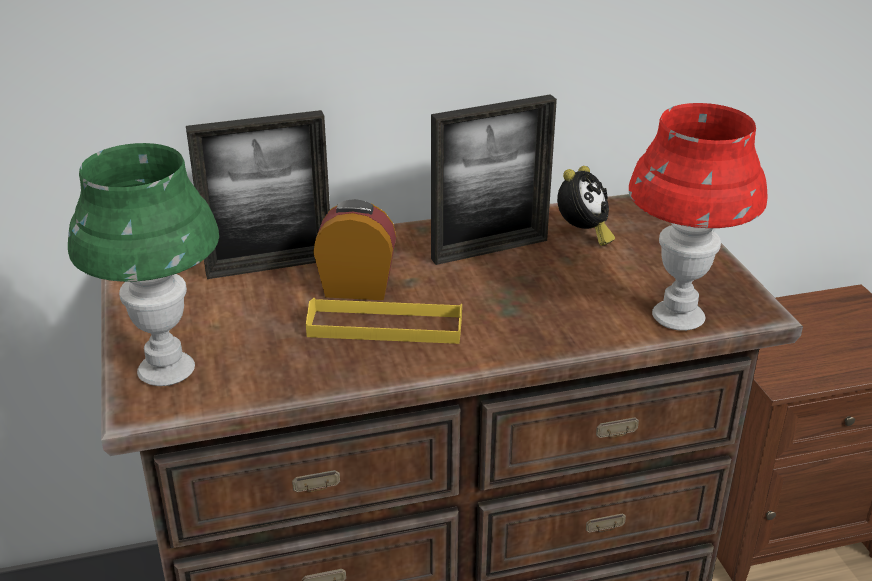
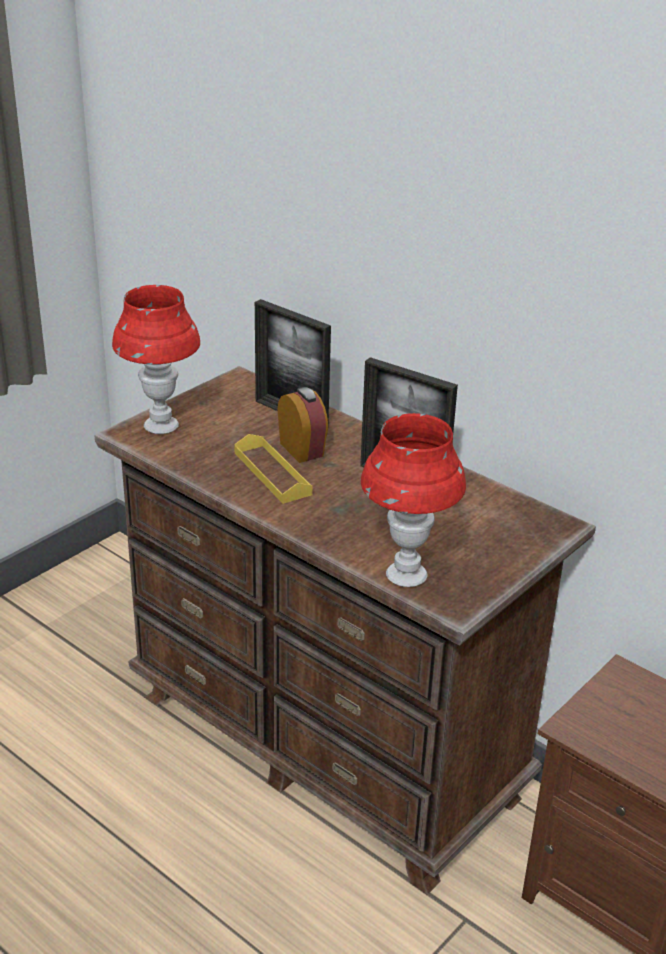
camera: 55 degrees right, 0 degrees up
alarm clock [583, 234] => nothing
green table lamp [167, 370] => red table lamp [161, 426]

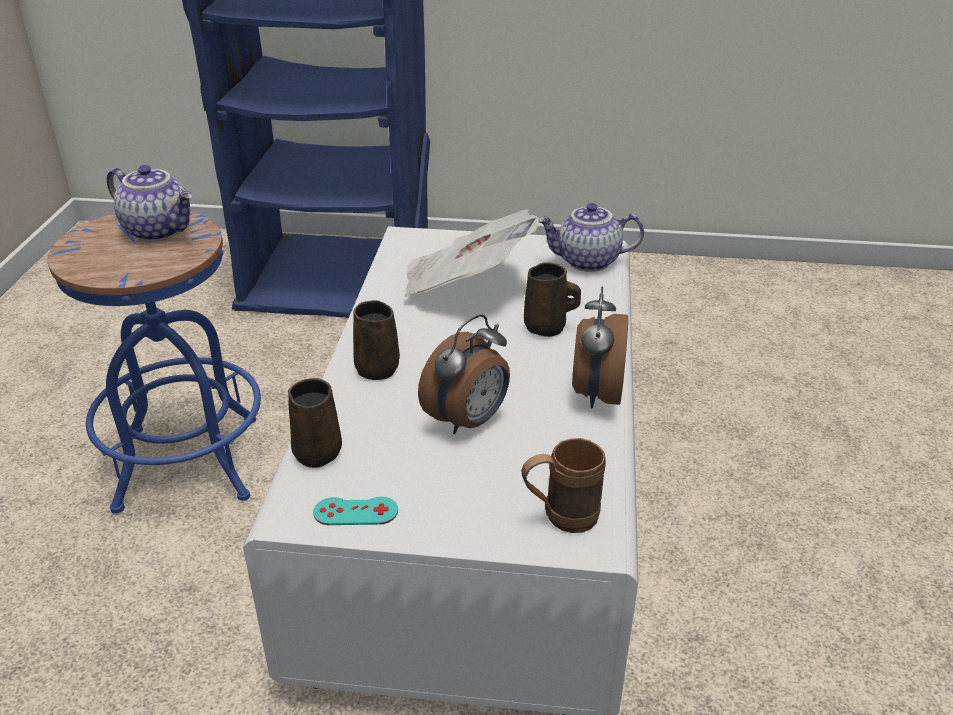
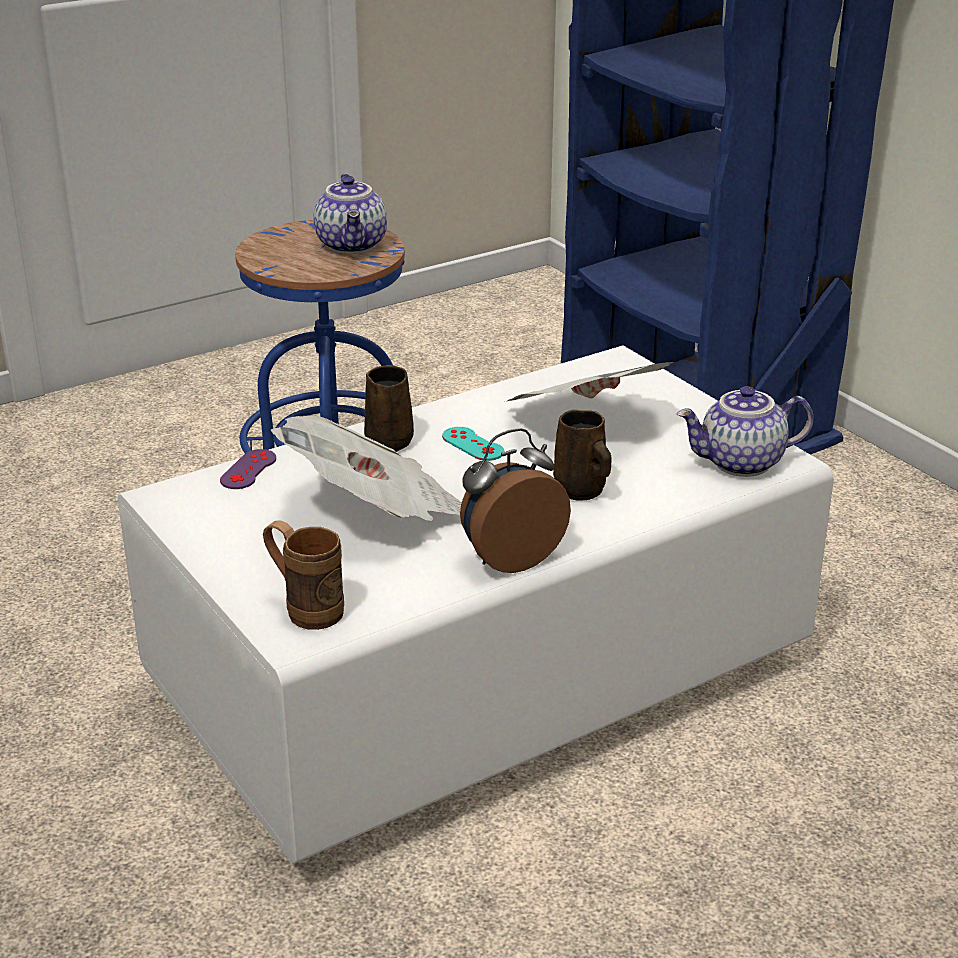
camera: 50 degrees right, 5 degrees down
turquoise game controller [355, 511] => turquoise game controller [473, 444], shifted
brown mug [319, 451] => purple game controller [248, 470]
alarm clock [469, 421] => newspaper [377, 514]
teapot [587, 262] => teapot [741, 464], 60 degrees counterclockwise

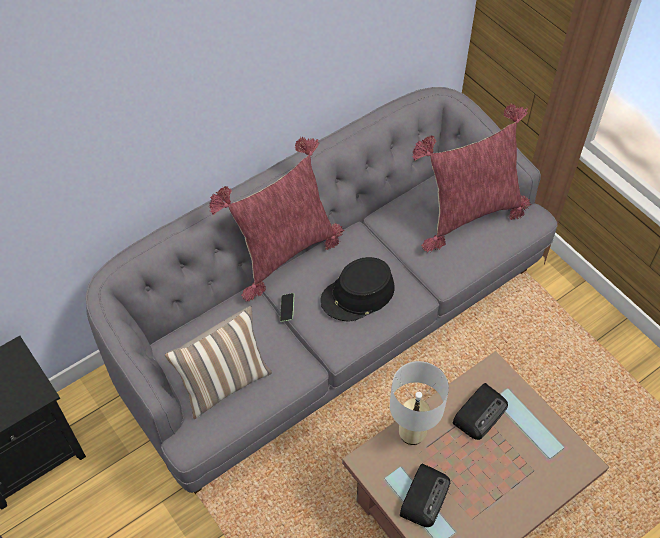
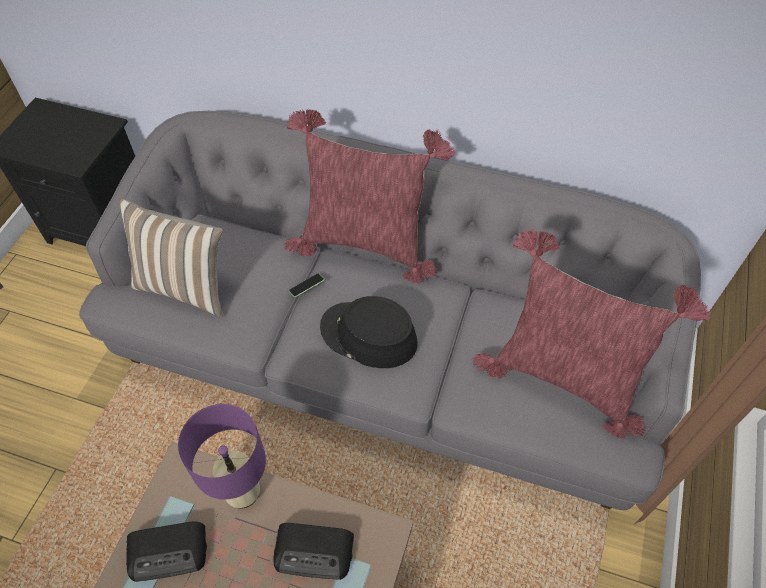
camera: 55 degrees right, 0 degrees up
white table lamp [412, 432] => purple table lamp [244, 492]

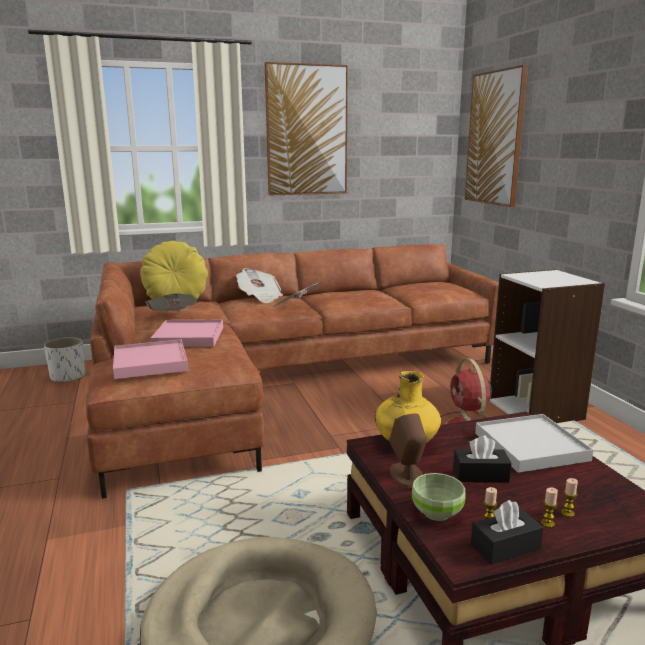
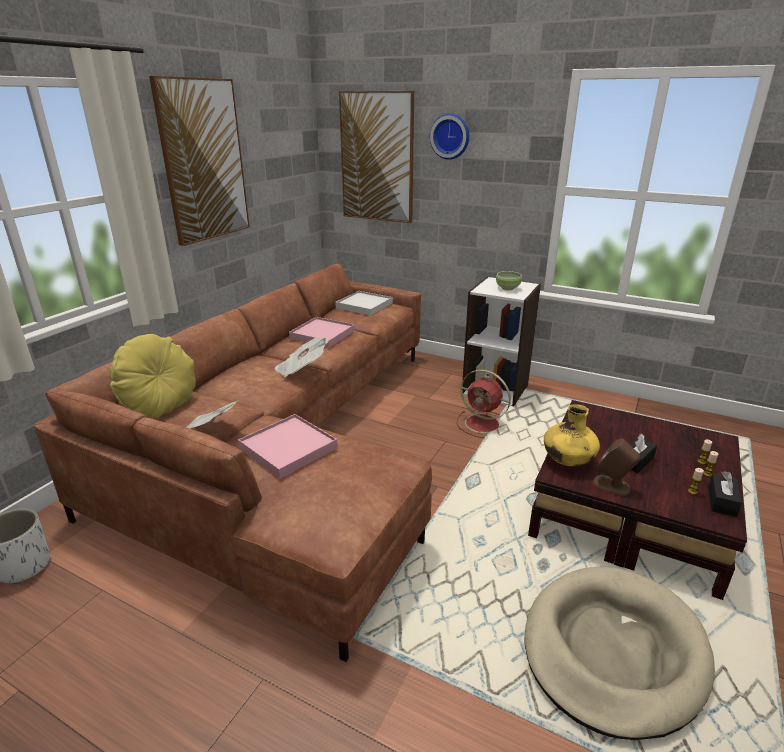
camera: 45 degrees left, 10 degrees up
newspaper [260, 297] => nothing
nothing => wall clock [450, 136]
pink tray [150, 363] => pink tray [322, 335], shifted
green bowl [438, 513] => green bowl [508, 288], shifted
white tray [530, 446] => white tray [364, 305], shifted

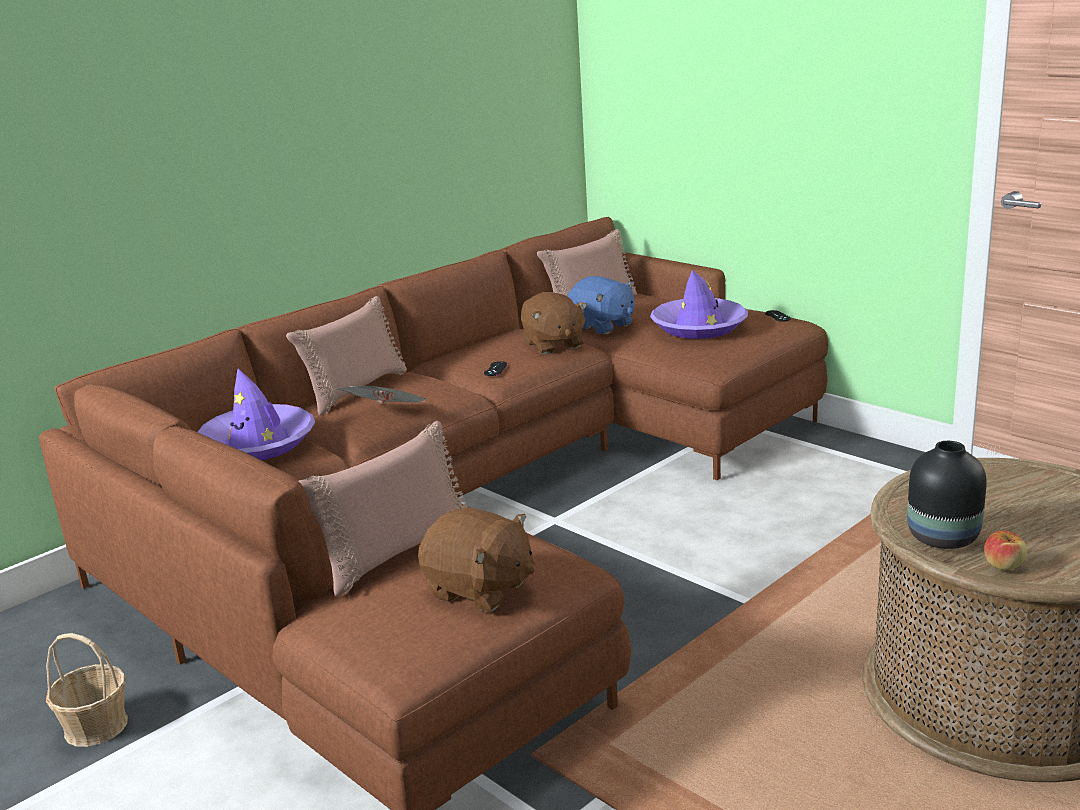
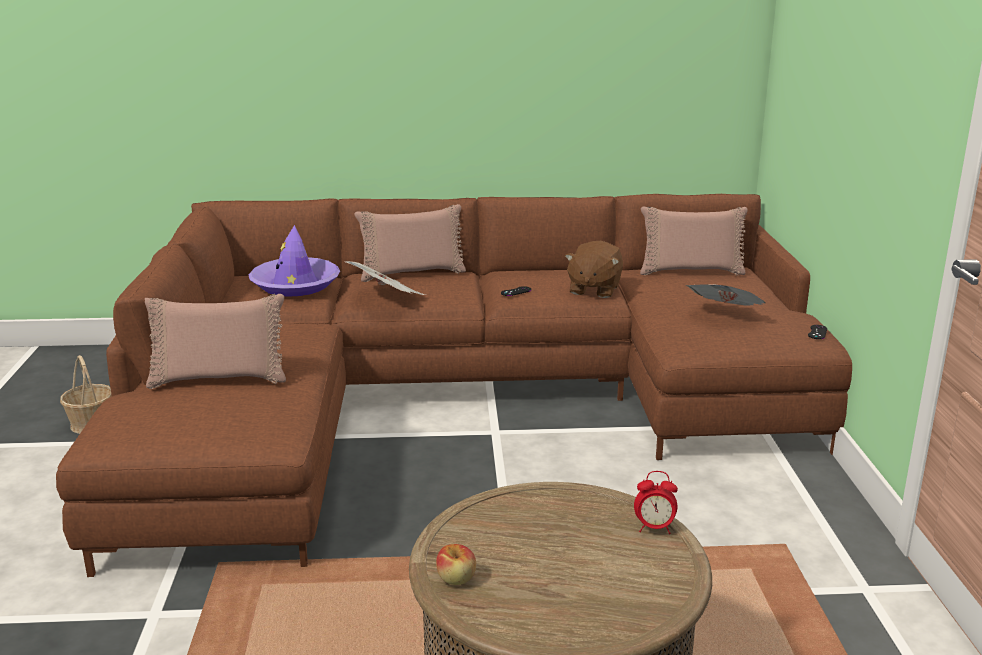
camera: 40 degrees right, 0 degrees up
brown plush toy [480, 589] => nothing
blue plush toy [602, 326] => nothing
black vase [943, 538] => nothing
nothing => alarm clock [654, 528]
purple hat [699, 327] => newspaper [725, 316]

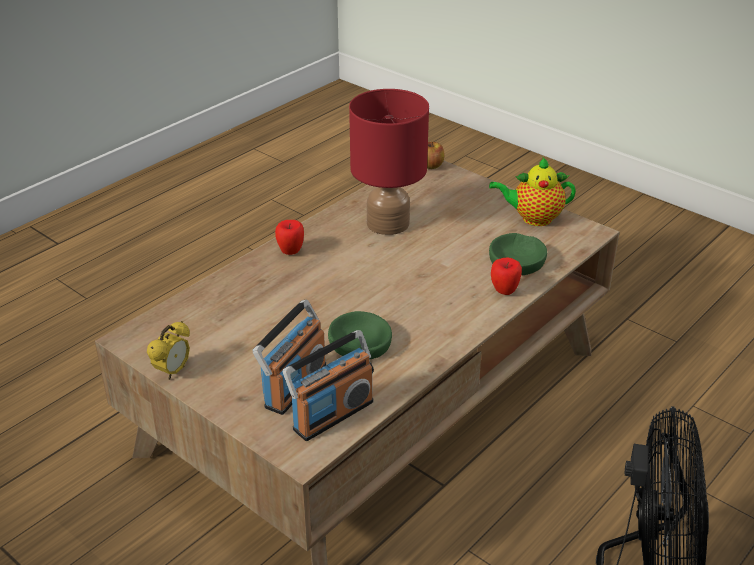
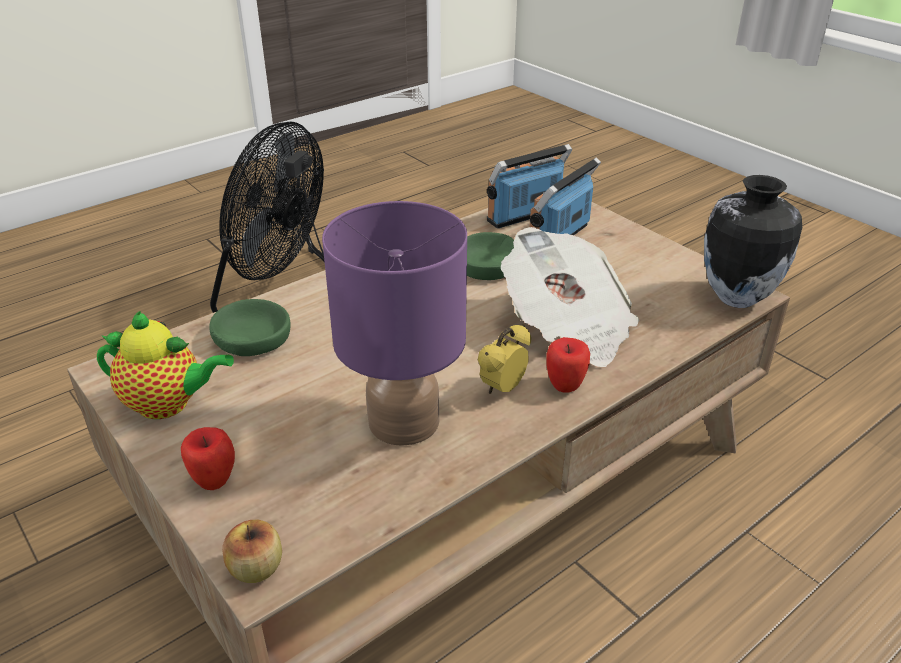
camera: 170 degrees left, 0 degrees up
nothing => newspaper [568, 326]
nothing => vase [735, 298]
alarm clock [173, 371] => alarm clock [502, 389], shifted
apple [504, 292] => apple [214, 481], shifted
red table lamp [387, 223] => purple table lamp [404, 422]

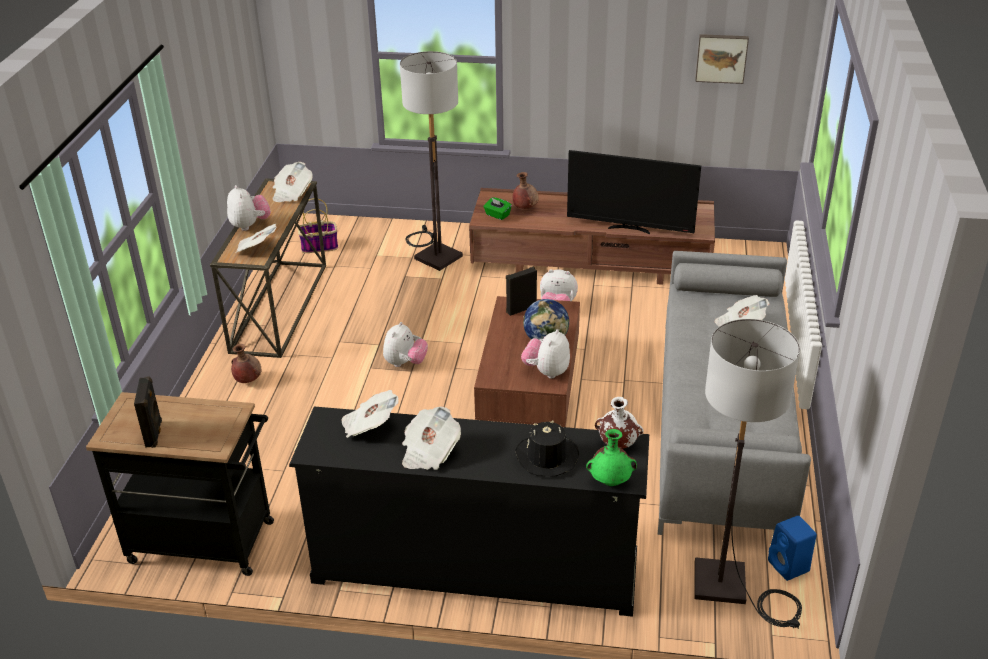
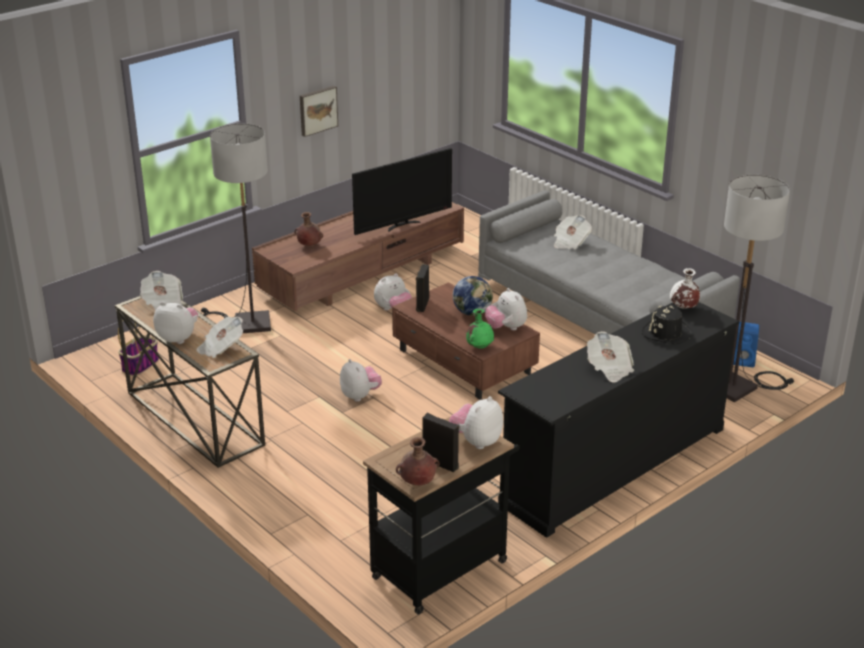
camera: 50 degrees left, 5 degrees down
newspaper [369, 426] => nothing
green tissue box [497, 215] => nothing
nothing => plush toy [476, 441]
brown vase [247, 380] => brown vase [417, 482], shifted
green vase [611, 481] => green vase [480, 347], shifted
picture [721, 58] => picture [317, 110], shifted

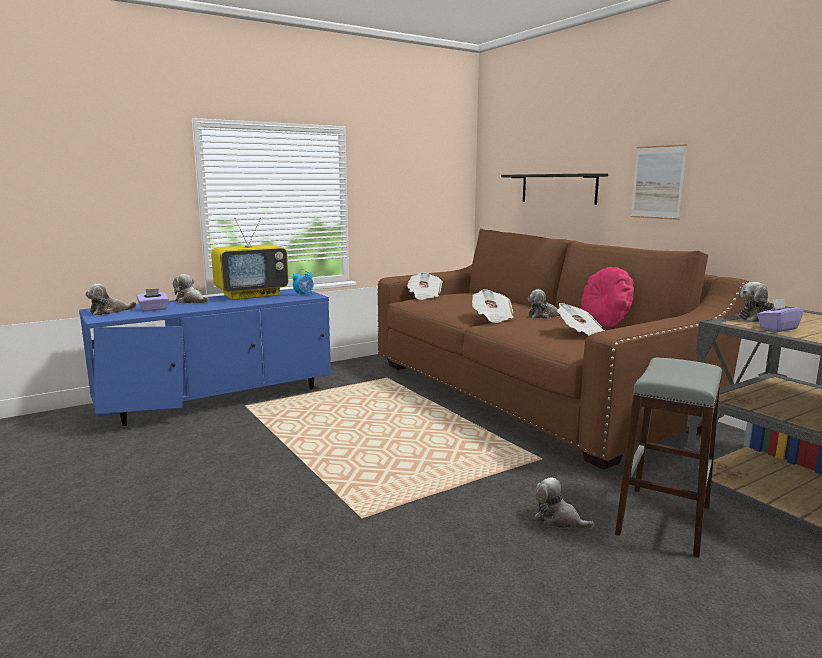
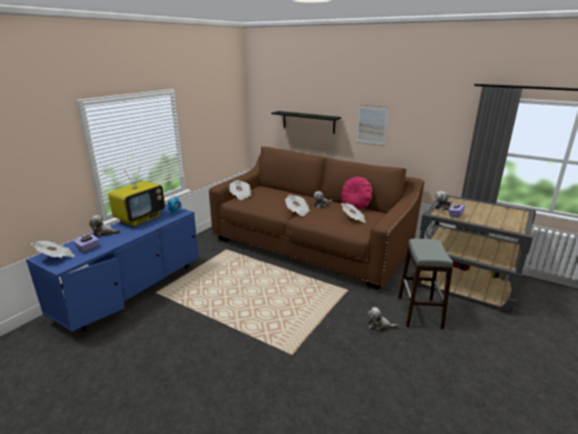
camera: 25 degrees left, 10 degrees up
plush toy [109, 312] => newspaper [56, 257]

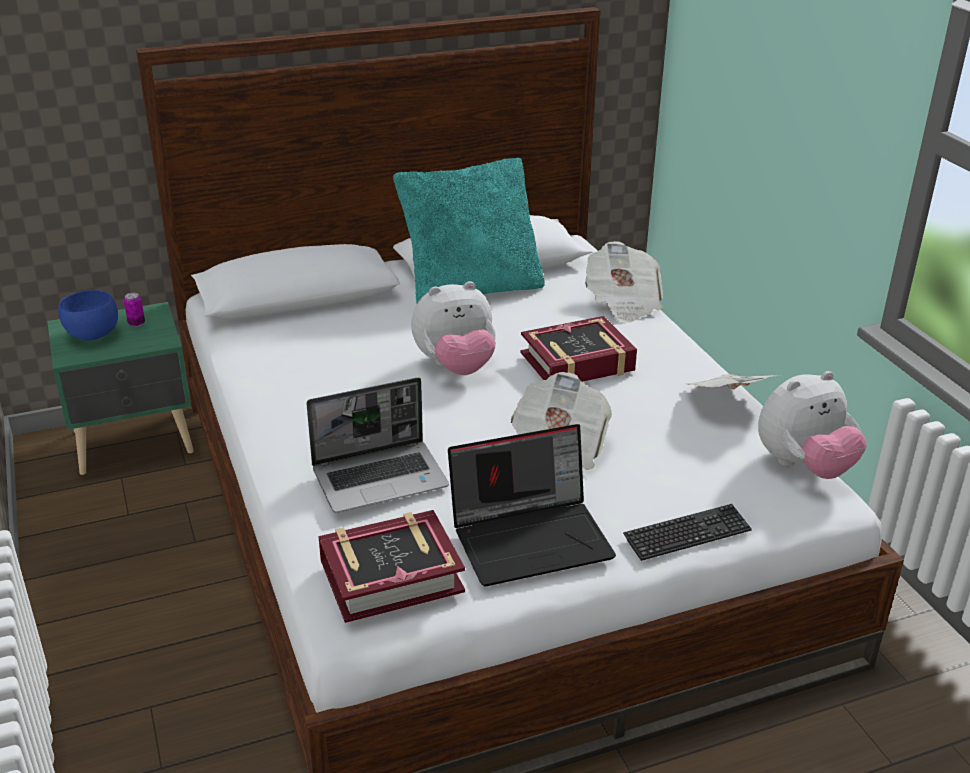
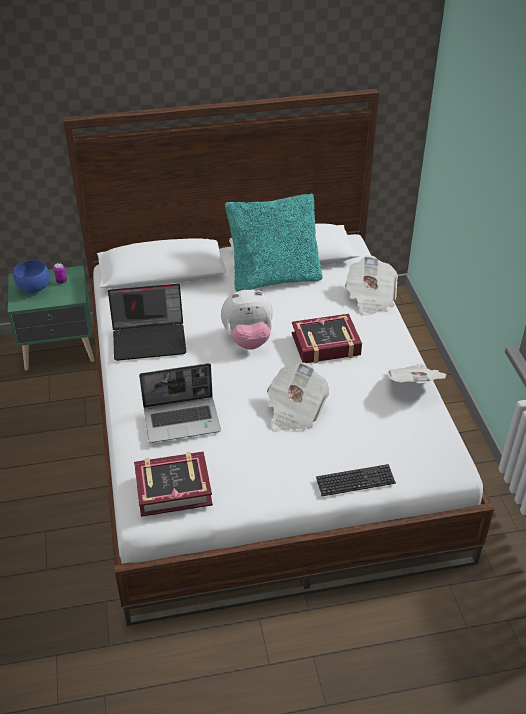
camera: 10 degrees right, 10 degrees up
plush toy [804, 466] => nothing
laptop [532, 537] => laptop [150, 338], shifted

